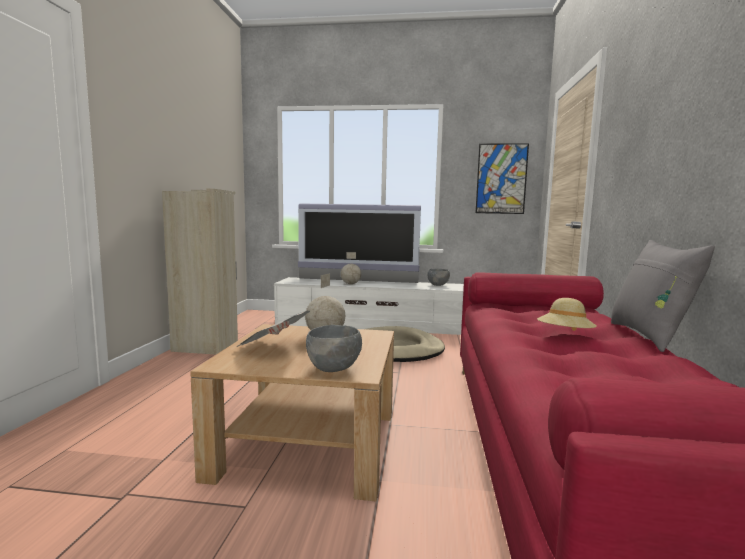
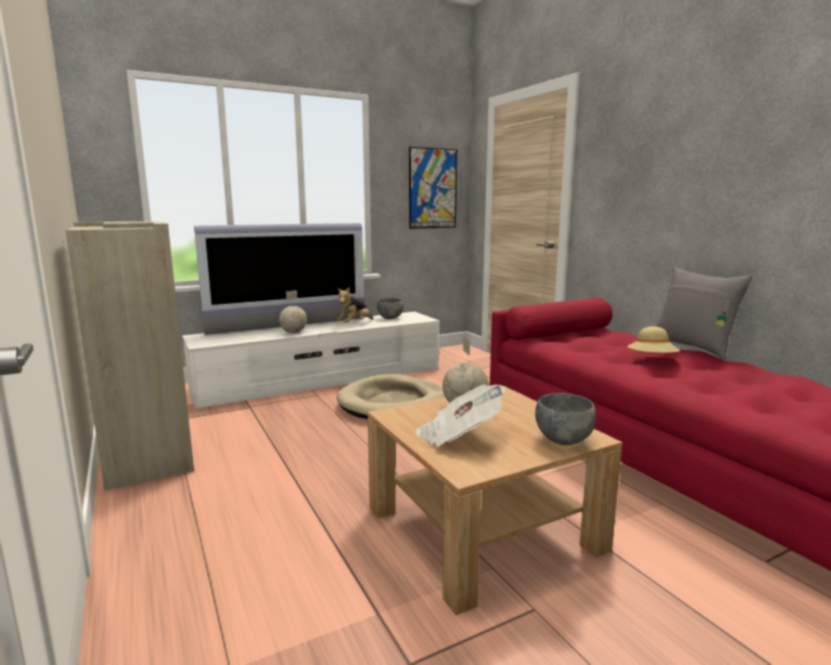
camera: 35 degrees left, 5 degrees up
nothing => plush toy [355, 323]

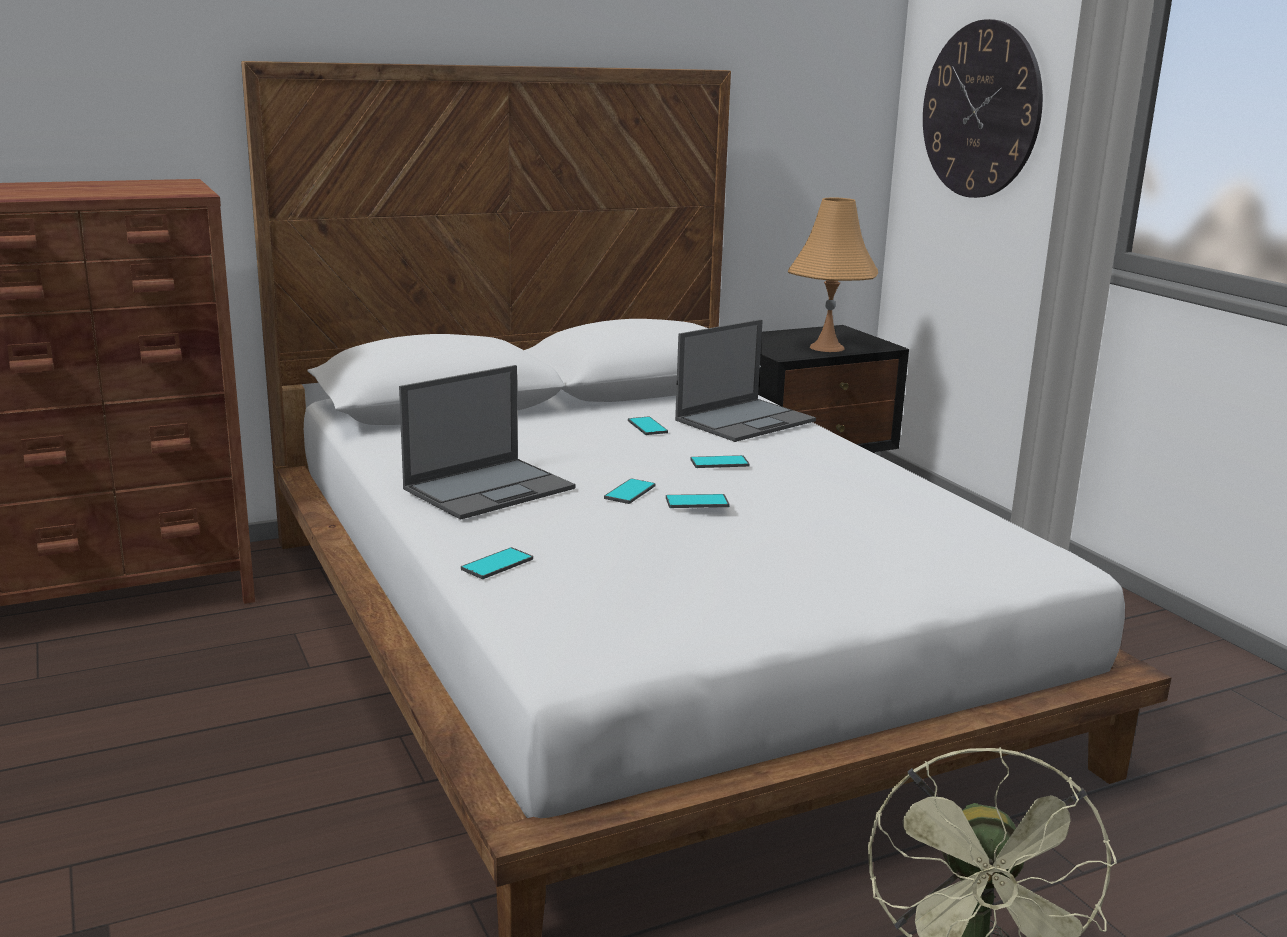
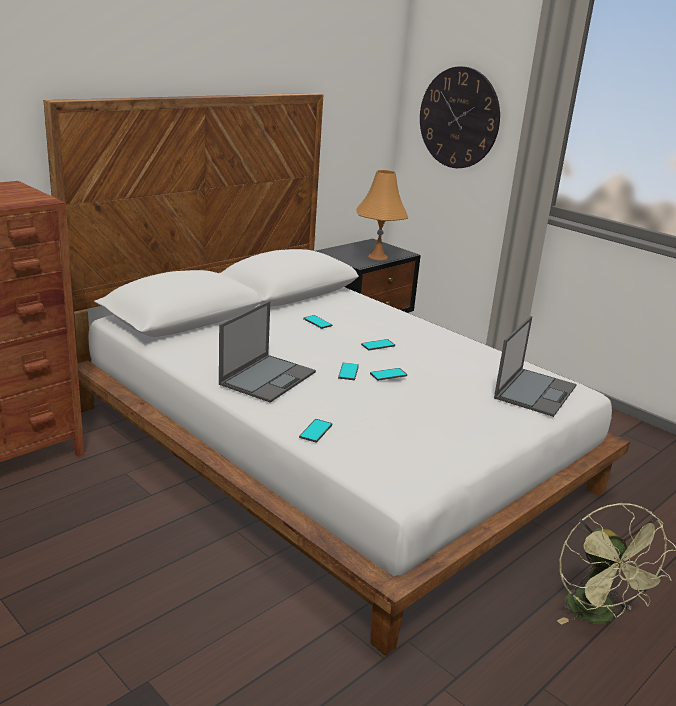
camera: 20 degrees left, 5 degrees up
laptop [746, 420] => laptop [535, 391], shifted

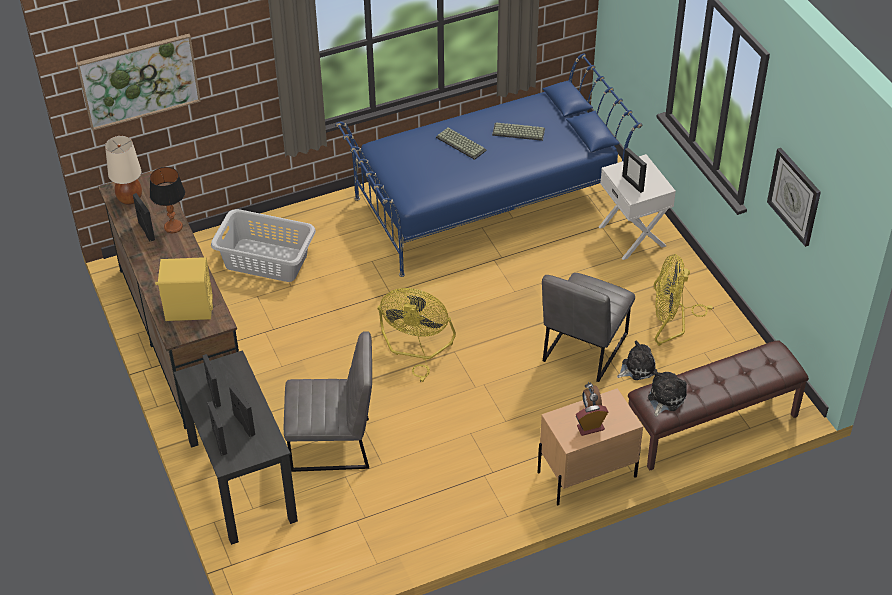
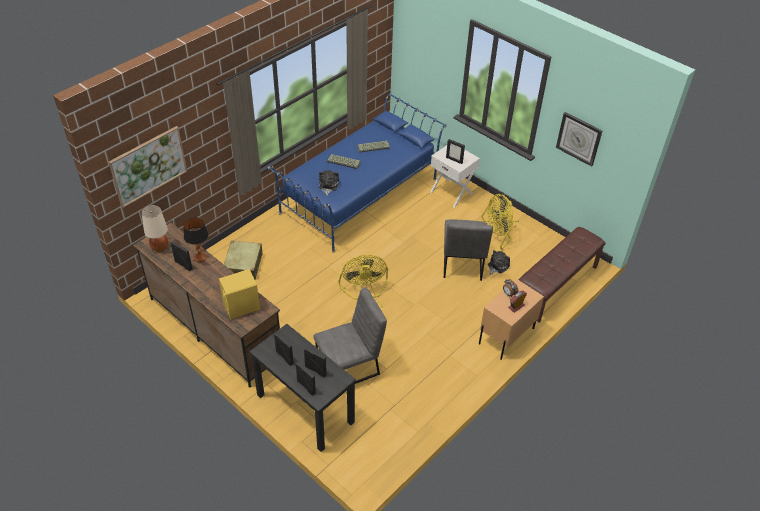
camera: 25 degrees left, 0 degrees up
plush toy [665, 398] => plush toy [328, 185], shifted
grey laundry basket [266, 260] => beige suitcase [244, 265]

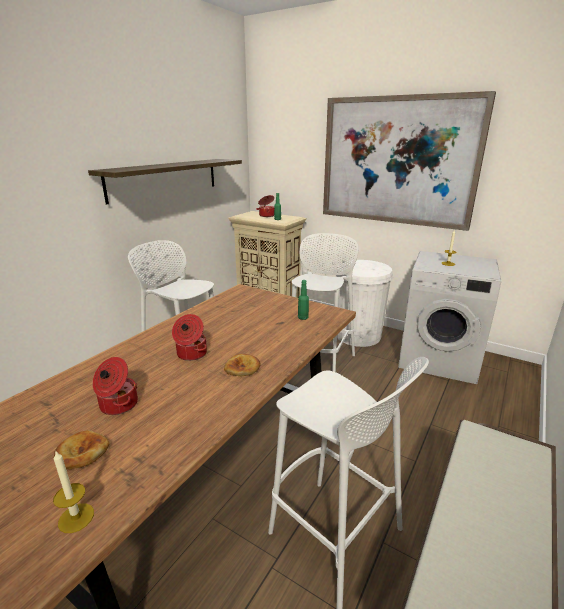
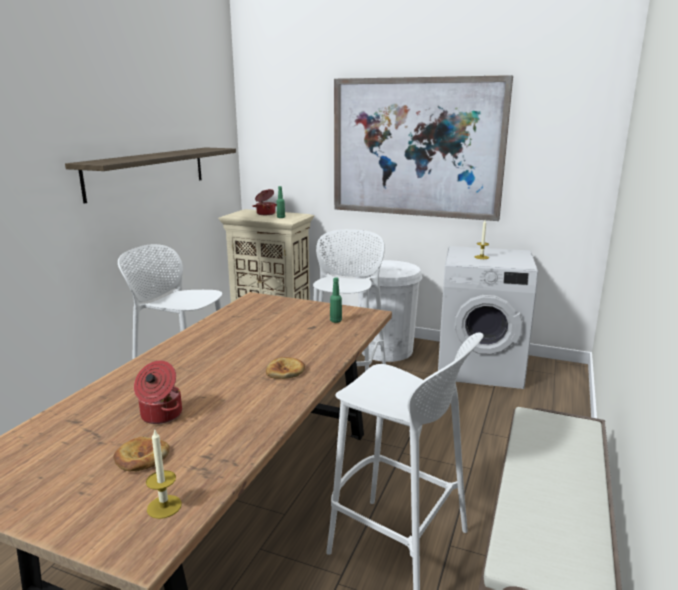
camera: 10 degrees left, 5 degrees down
cooking pot [191, 354] => nothing

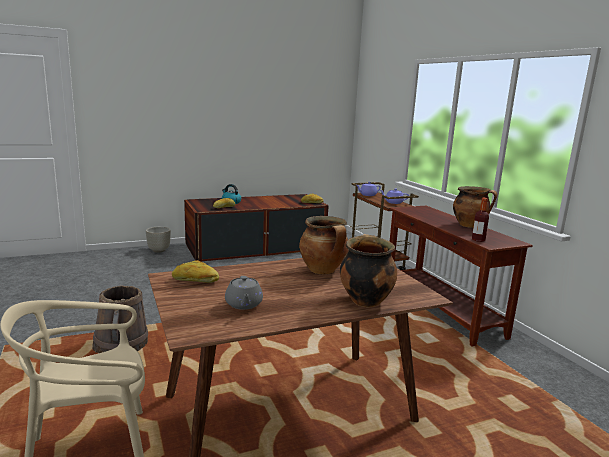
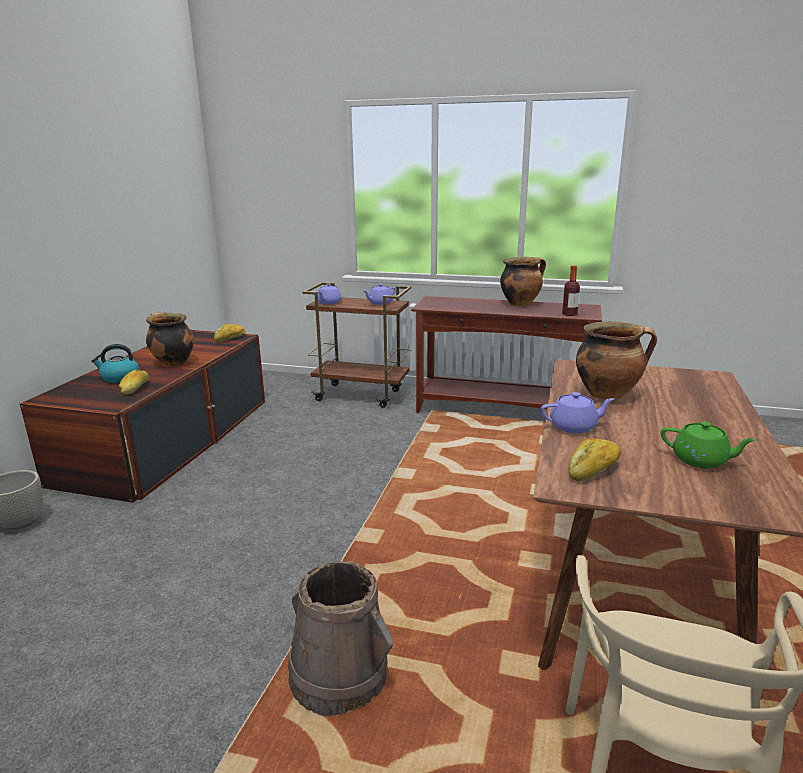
camera: 50 degrees left, 5 degrees up
nothing => purple teapot [574, 426]
cooking pot [365, 300] => cooking pot [172, 363], shifted
grey teapot [243, 304] => green teapot [701, 460]

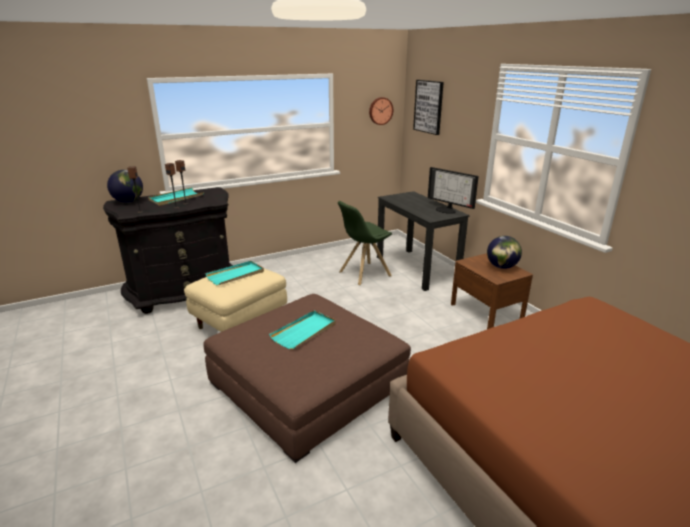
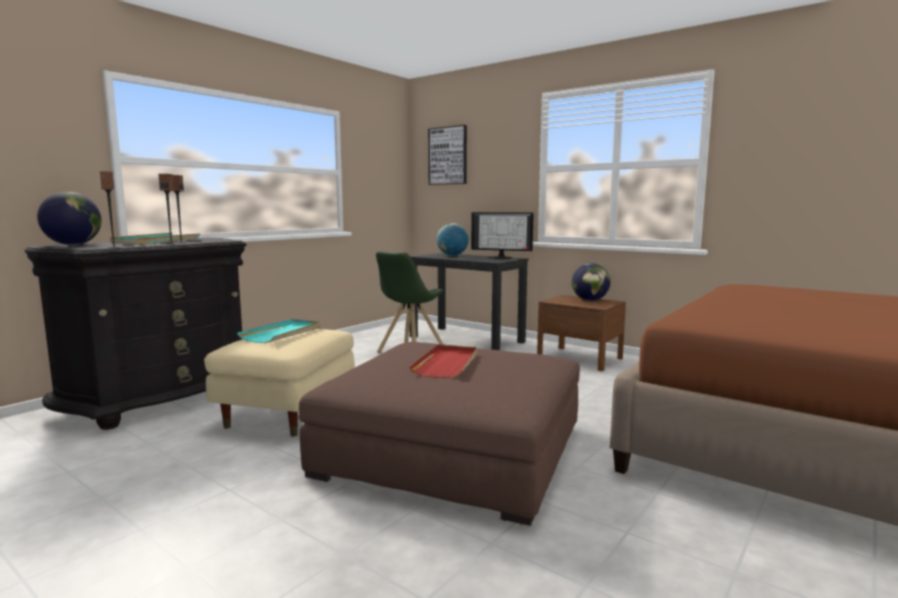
camera: 25 degrees left, 15 degrees down
wall clock [380, 111] => nothing
nothing => globe [452, 255]
turquoise tray [304, 331] => red tray [447, 364]

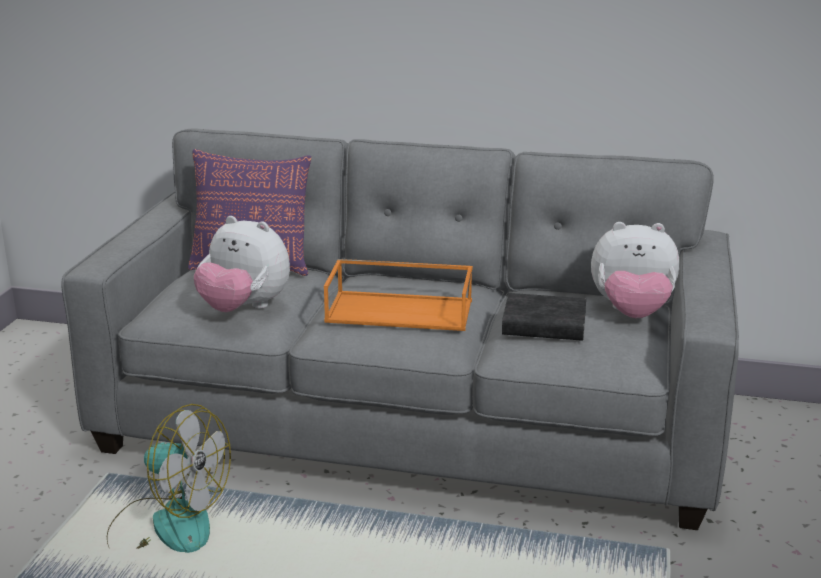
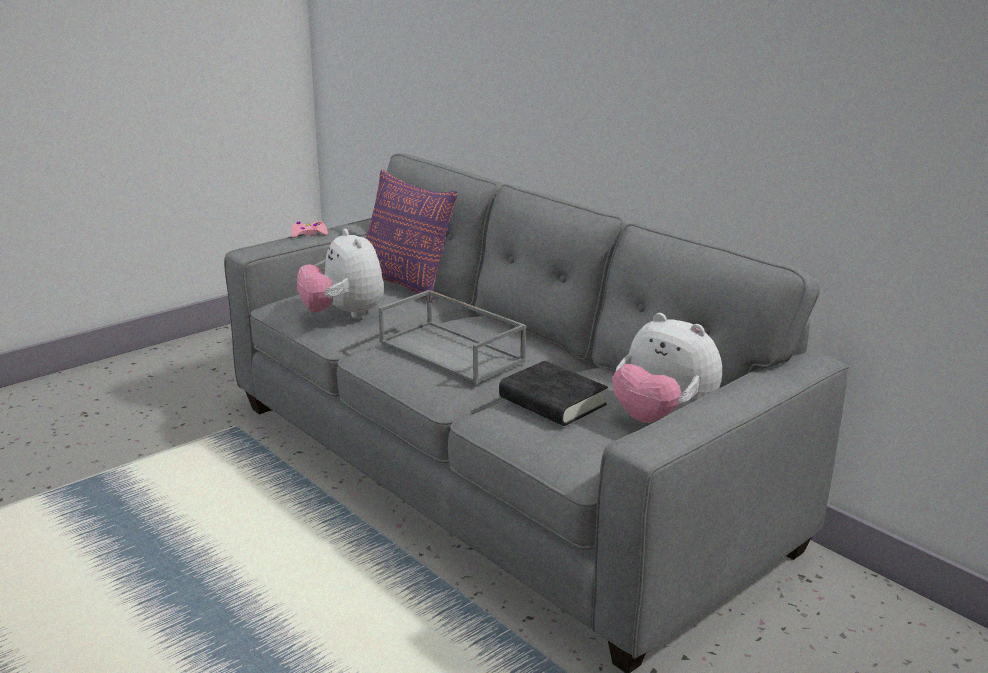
camera: 35 degrees right, 0 degrees up
fan [167, 524] => nothing
nothing => pink game controller [309, 234]
orange tray [401, 311] => grey tray [453, 351]

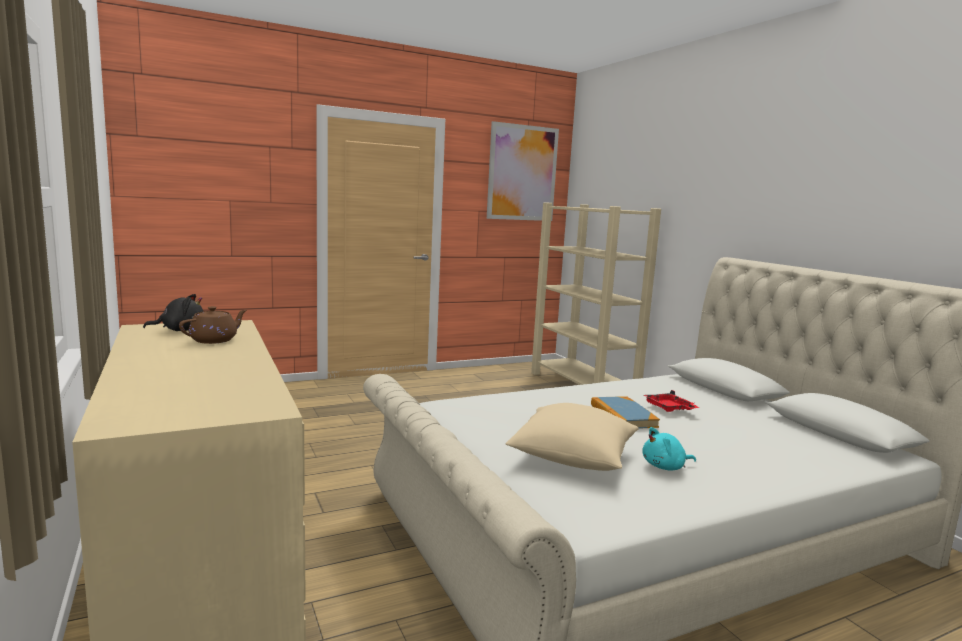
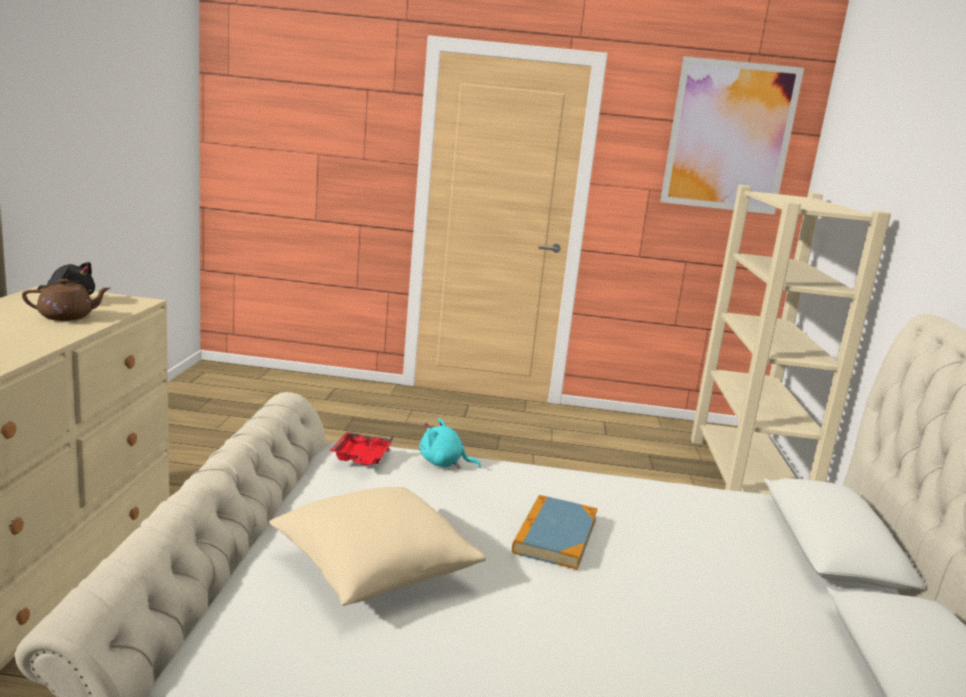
camera: 30 degrees right, 5 degrees up
turquoise plush toy [665, 467] => turquoise plush toy [444, 463], shifted
red tray [669, 409] => red tray [361, 458], shifted

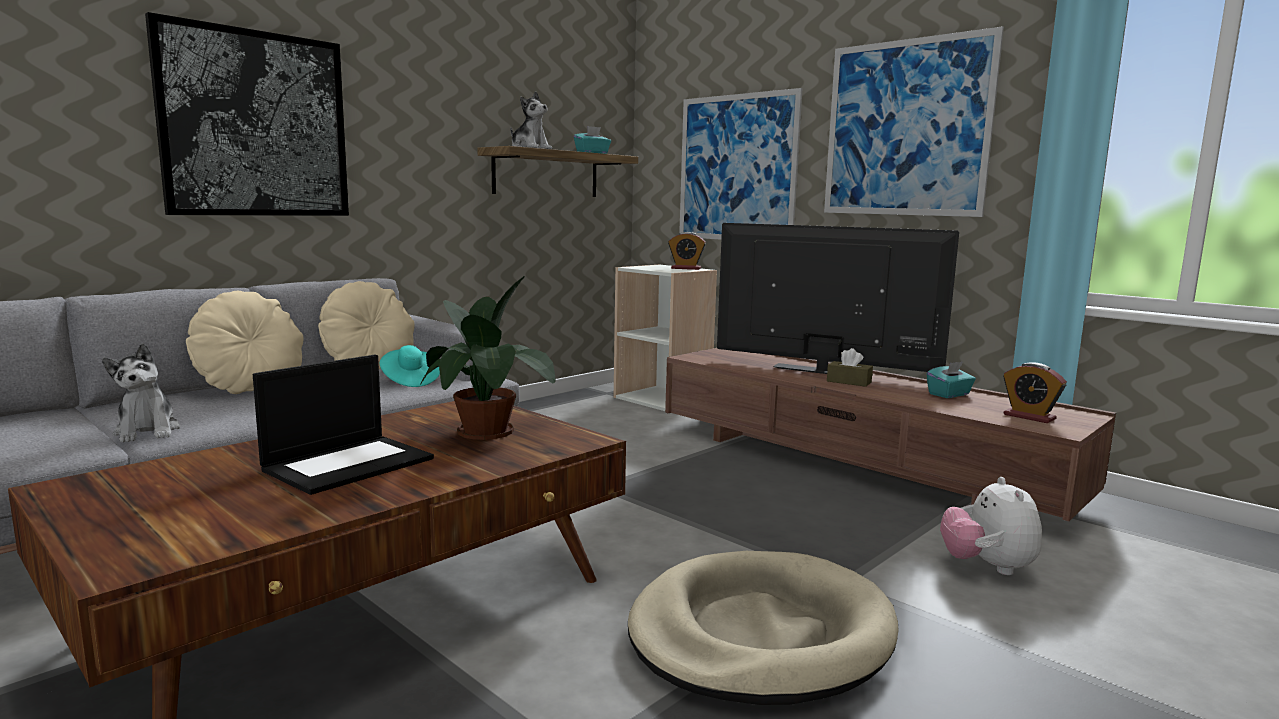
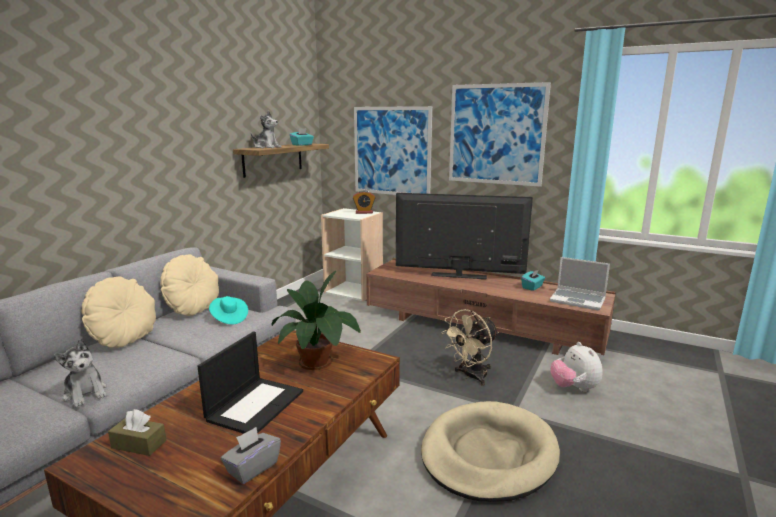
camera: 15 degrees left, 5 degrees up
picture [255, 124] => nothing
nothing => grey tissue box [252, 468]
nothing => beige fan [471, 376]
brown tissue box [849, 382] => brown tissue box [139, 444], shifted
alarm clock [1029, 417] => laptop [578, 300]

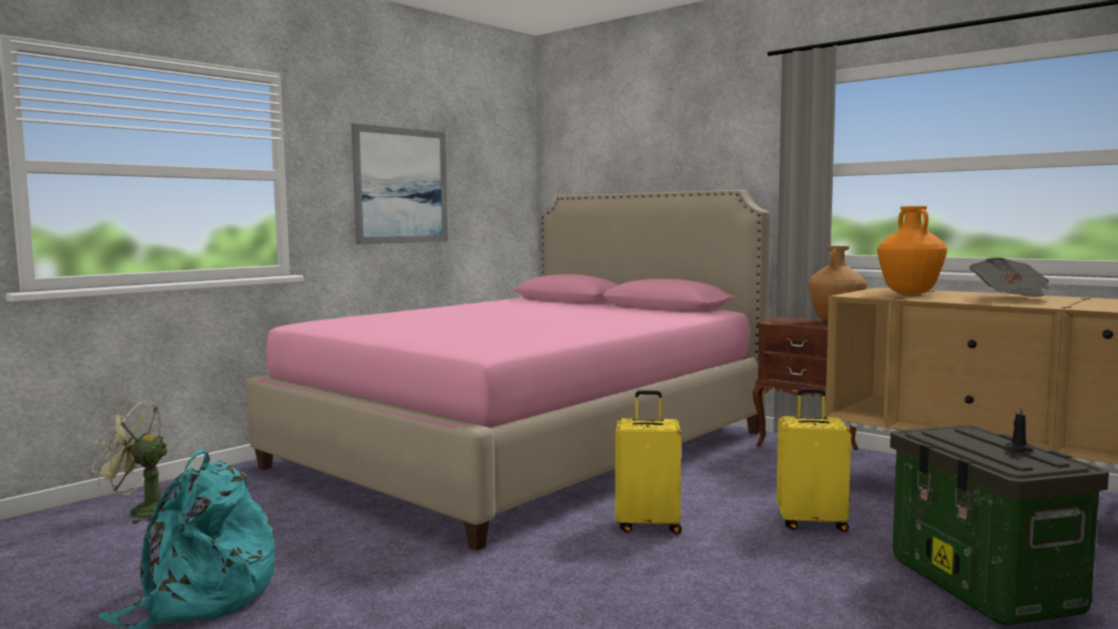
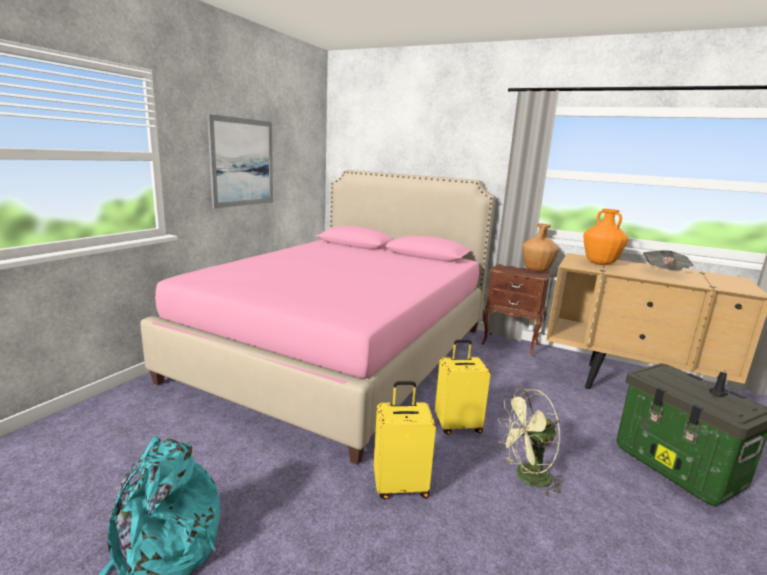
camera: 15 degrees left, 10 degrees up
green fan [141, 512] => green fan [526, 478], shifted
yellow suitcase [811, 523] => yellow suitcase [400, 486], shifted

